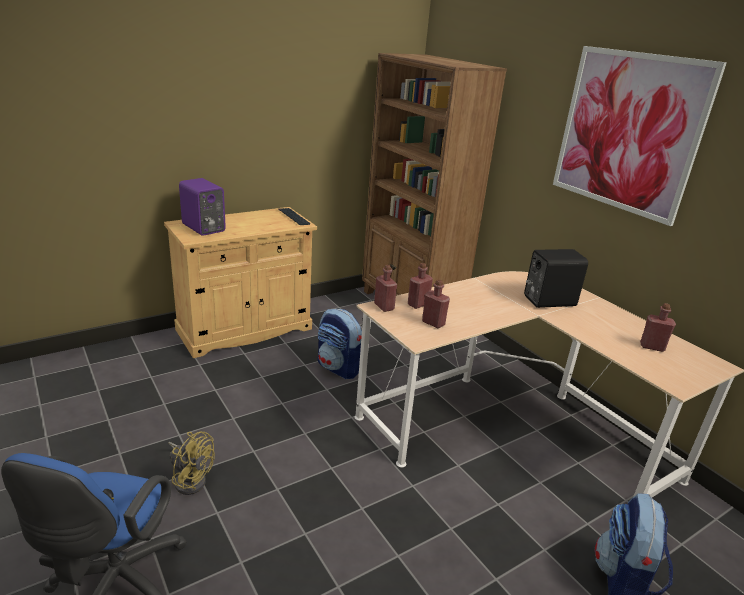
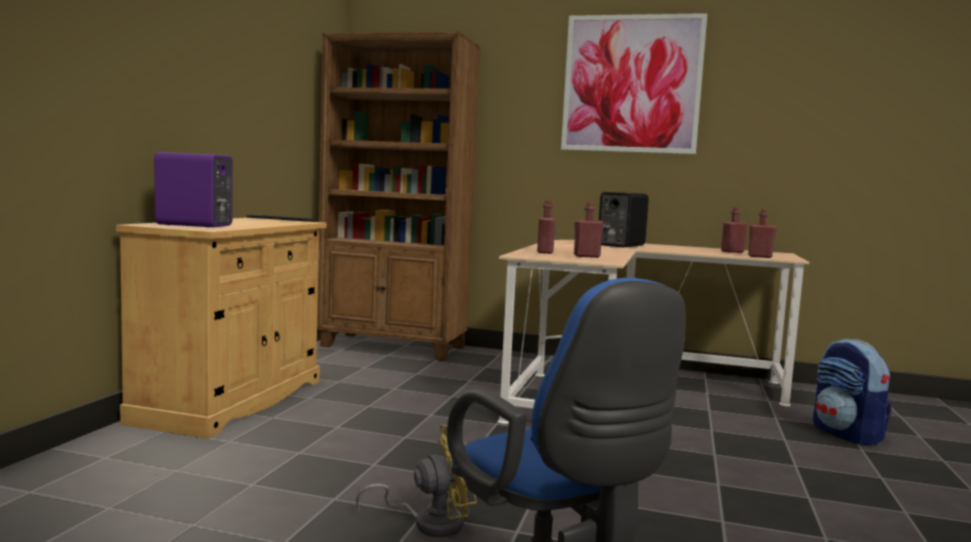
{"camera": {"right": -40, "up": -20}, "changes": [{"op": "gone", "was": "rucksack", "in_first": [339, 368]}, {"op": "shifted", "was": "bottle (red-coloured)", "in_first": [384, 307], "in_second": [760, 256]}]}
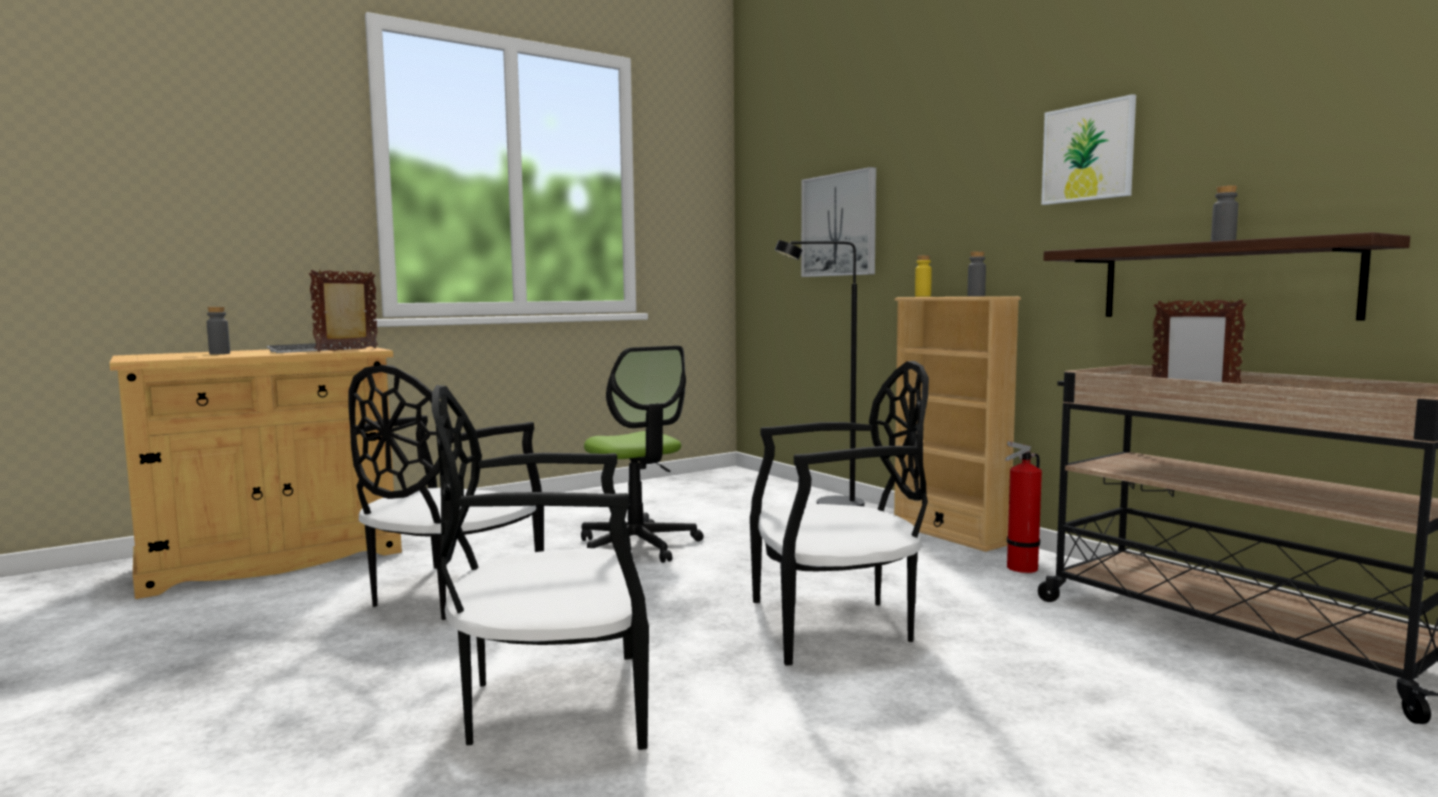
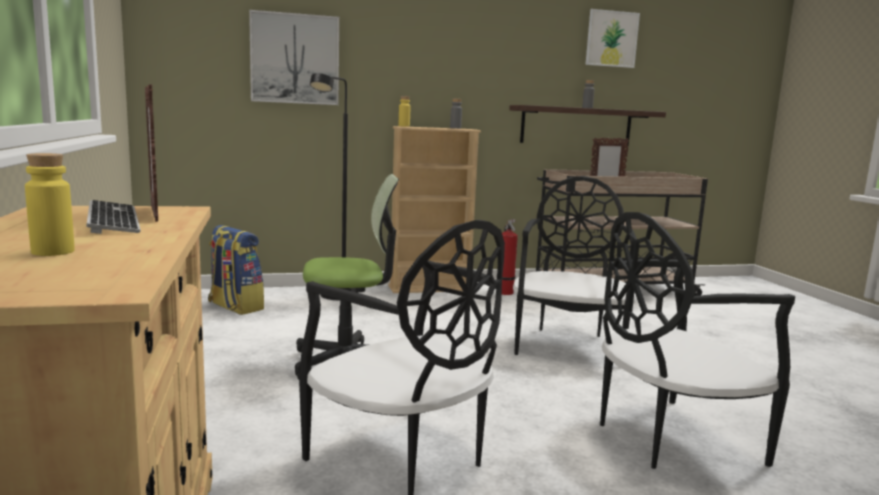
{"camera": {"right": -70, "up": 5}, "changes": [{"op": "repainted", "was": "bottle (grey)", "now": "bottle (yellowish)", "in_first": [219, 353], "in_second": [53, 252]}, {"op": "rotated", "was": "upright chair (black-coloured)", "in_first": [553, 705], "in_second": [669, 437], "clockwise": 60}, {"op": "shifted", "was": "picture", "in_first": [1088, 152], "in_second": [611, 39]}, {"op": "new", "now": "rucksack", "in_second": [235, 307]}]}
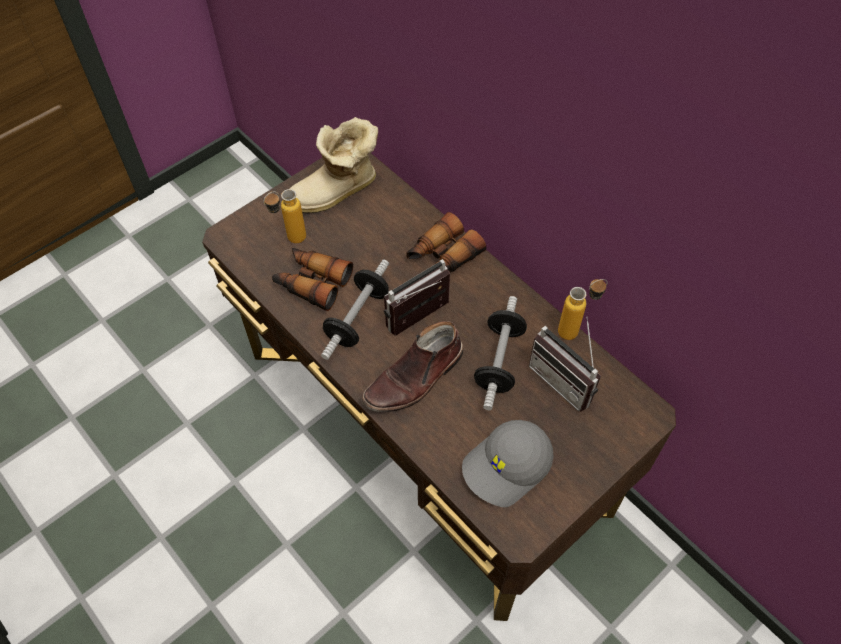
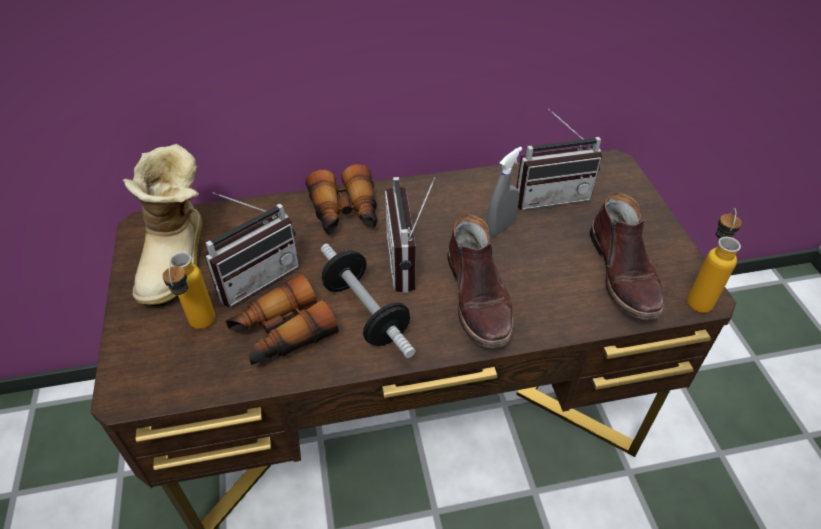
{"camera": {"right": -60, "up": -10}, "changes": [{"op": "swapped", "was": "peaked cap (grey)", "now": "tall boot (brown)", "in_first": [507, 467], "in_second": [624, 274]}, {"op": "swapped", "was": "hand weight", "now": "spray bottle (grey)", "in_first": [499, 361], "in_second": [500, 228]}, {"op": "shifted", "was": "bottle", "in_first": [575, 330], "in_second": [699, 296]}, {"op": "new", "now": "radio", "in_second": [255, 276]}]}
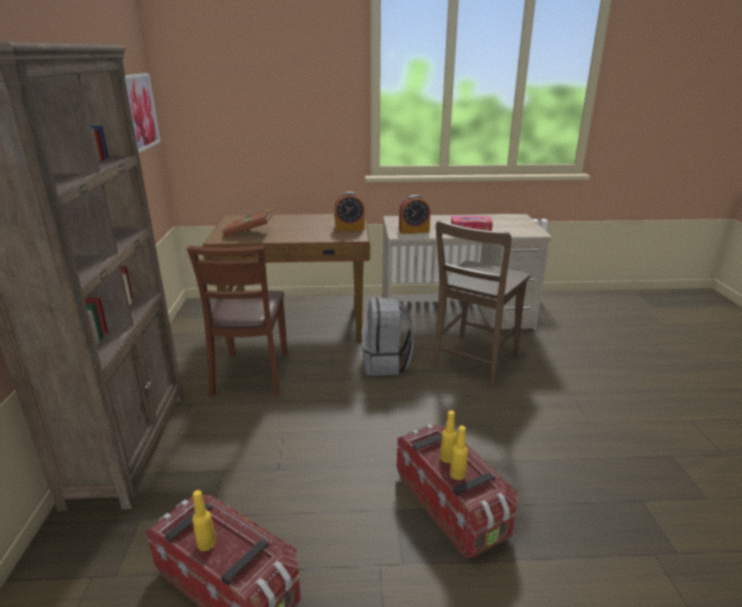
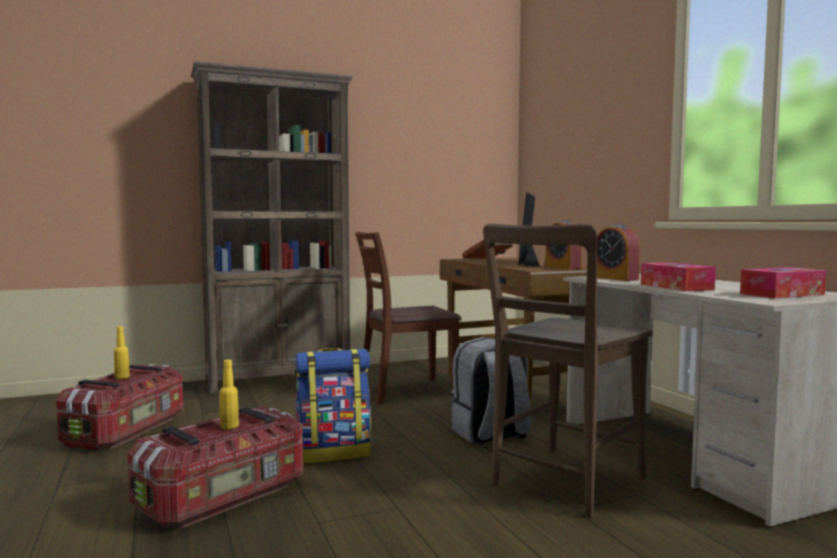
{"camera": {"right": 70, "up": -20}, "changes": [{"op": "gone", "was": "picture", "in_first": [140, 111]}, {"op": "rotated", "was": "upright chair (brown)", "in_first": [473, 362], "in_second": [563, 483], "clockwise": -60}, {"op": "gone", "was": "bottle (yellowish)", "in_first": [457, 475]}, {"op": "new", "now": "rucksack", "in_second": [333, 452]}, {"op": "new", "now": "computer screen", "in_second": [530, 262]}, {"op": "new", "now": "tissue holder", "in_second": [782, 294]}]}
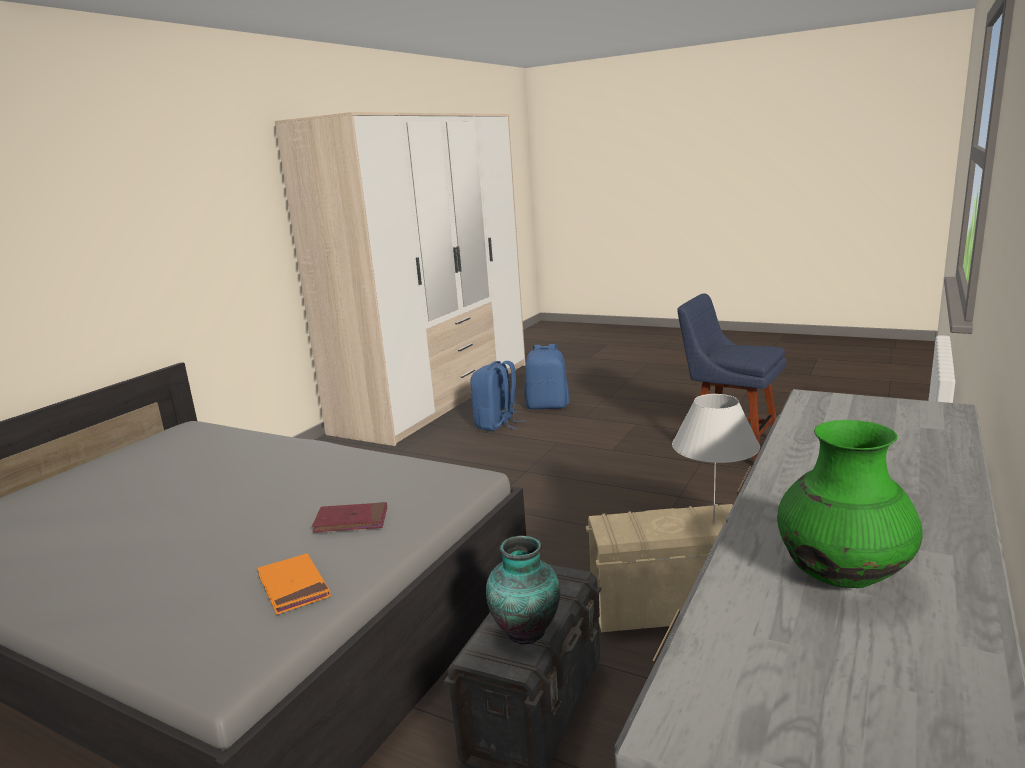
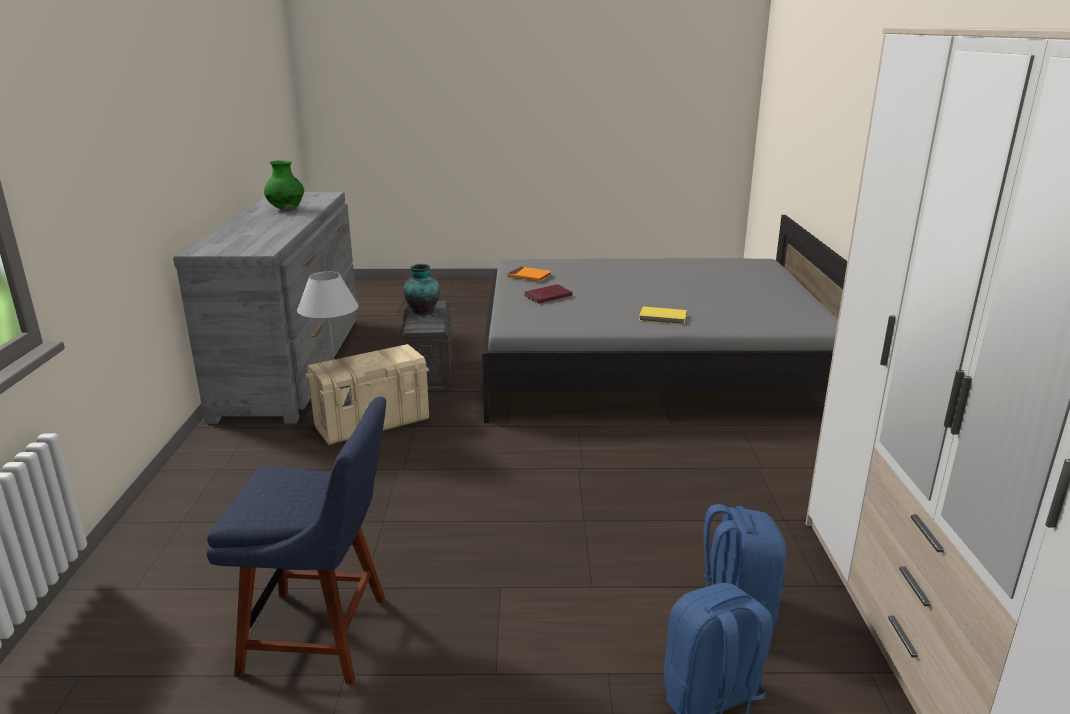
{"camera": {"right": 150, "up": 5}, "changes": [{"op": "new", "now": "bound book (yellowish)", "in_second": [663, 317]}]}
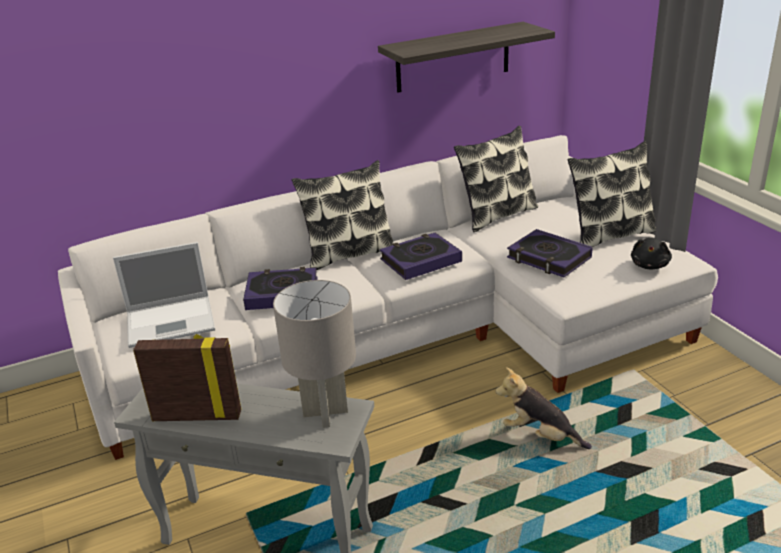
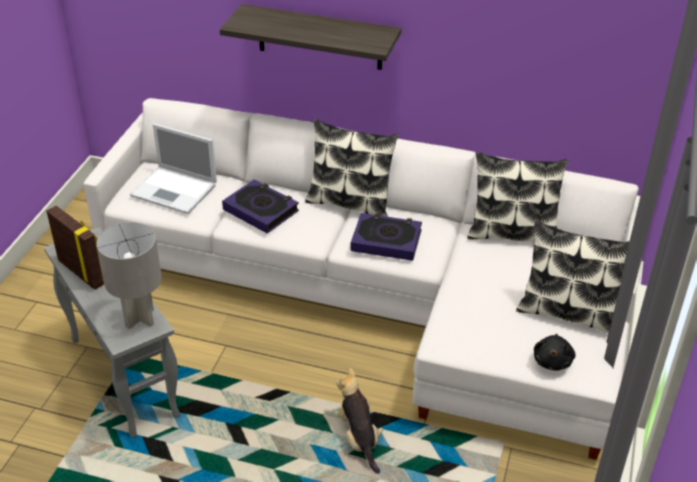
{"camera": {"right": 40, "up": 10}, "changes": [{"op": "shifted", "was": "bracket shelf", "in_first": [453, 57], "in_second": [320, 37]}, {"op": "gone", "was": "bound book", "in_first": [548, 258]}, {"op": "rotated", "was": "cuddly toy (black-coloured)", "in_first": [650, 265], "in_second": [552, 360], "clockwise": -45}]}
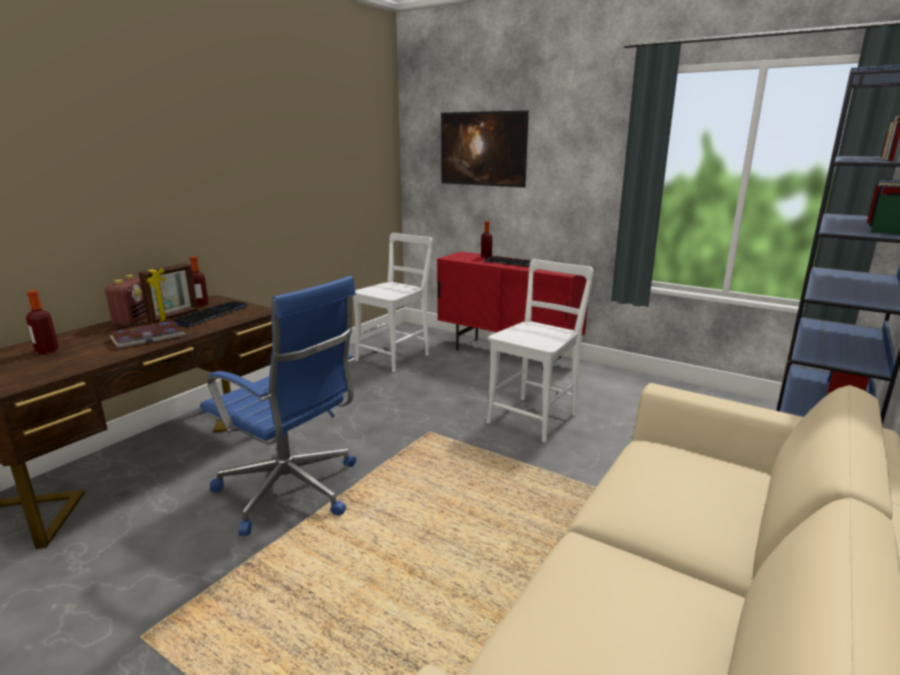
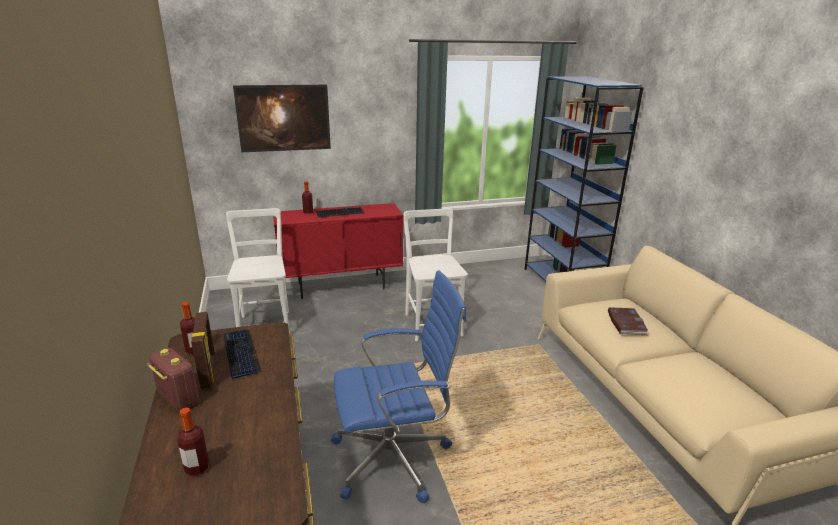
{"camera": {"right": -50, "up": 5}, "changes": [{"op": "shifted", "was": "bound book", "in_first": [148, 337], "in_second": [626, 323]}]}
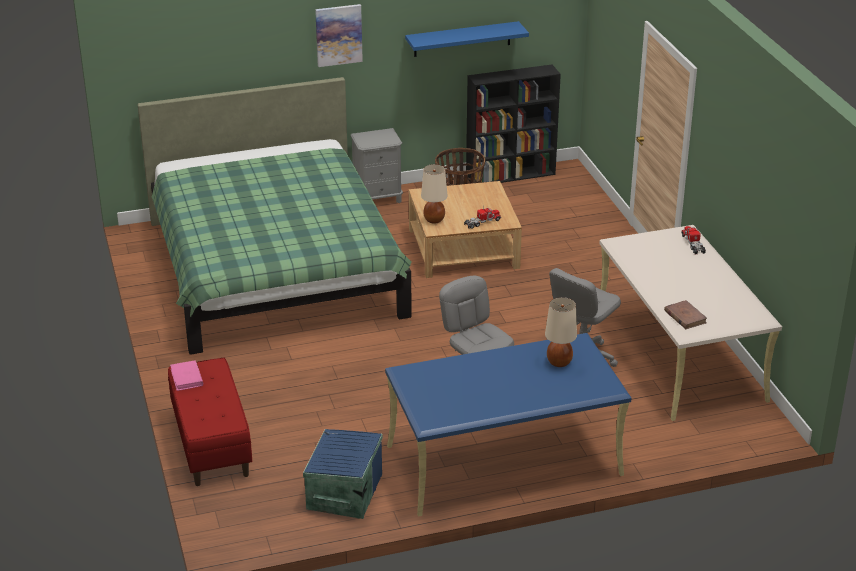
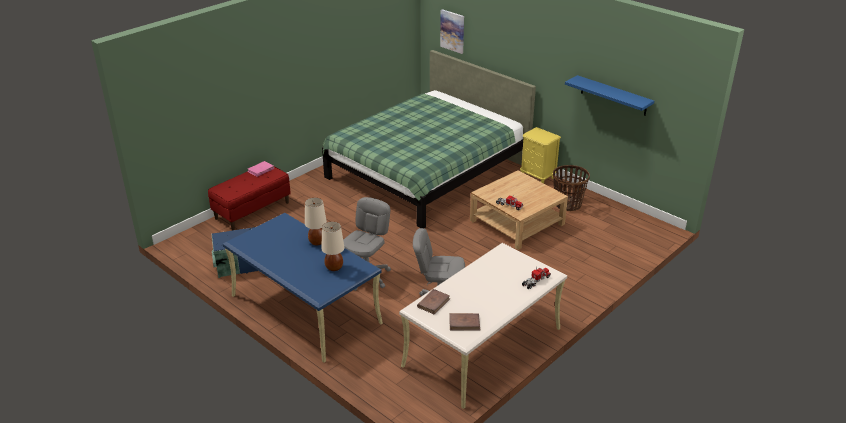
{"camera": {"right": 60, "up": 0}, "changes": [{"op": "shifted", "was": "picture", "in_first": [338, 35], "in_second": [452, 31]}, {"op": "repainted", "was": "bedside table (grey)", "now": "bedside table (yellowish)", "in_first": [378, 198], "in_second": [537, 176]}, {"op": "shifted", "was": "table lamp (beige-coloured)", "in_first": [434, 220], "in_second": [317, 242]}, {"op": "gone", "was": "bookshelf (black-coloured)", "in_first": [511, 175]}, {"op": "new", "now": "bound book (brown)", "in_second": [464, 323]}]}
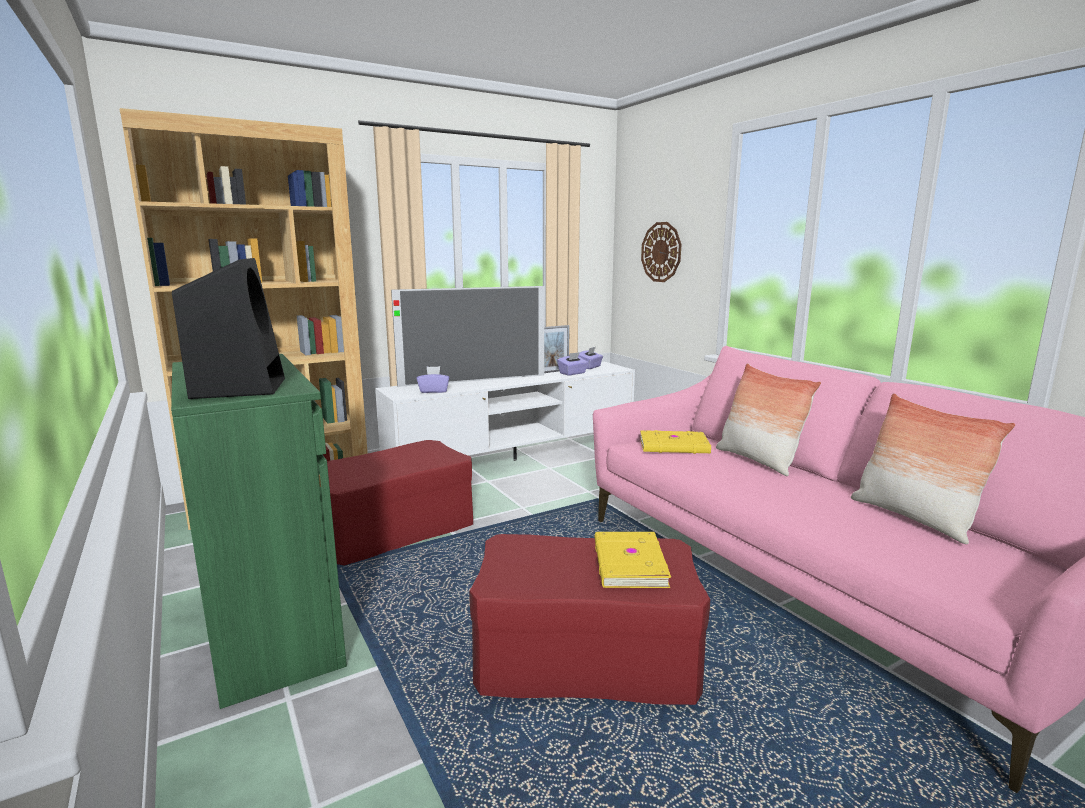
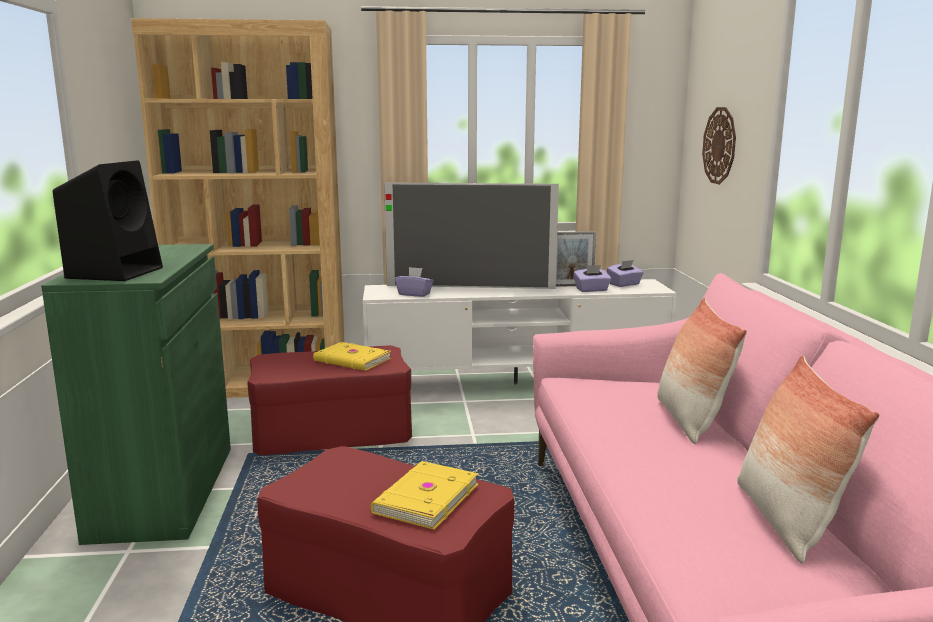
{"camera": {"right": 25, "up": 0}, "changes": [{"op": "shifted", "was": "bound book (yellowish)", "in_first": [674, 446], "in_second": [352, 360]}]}
